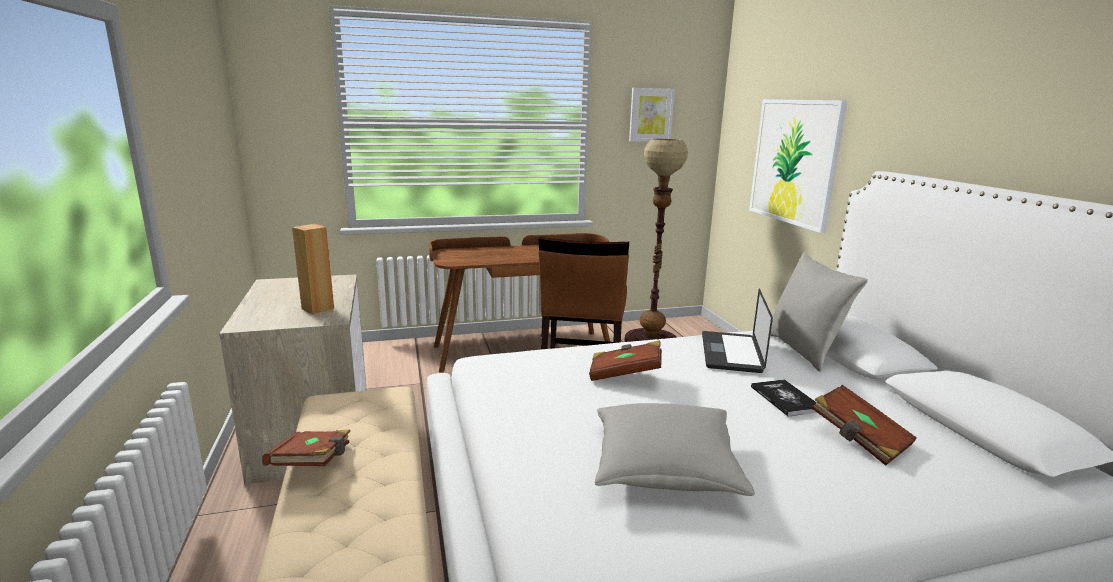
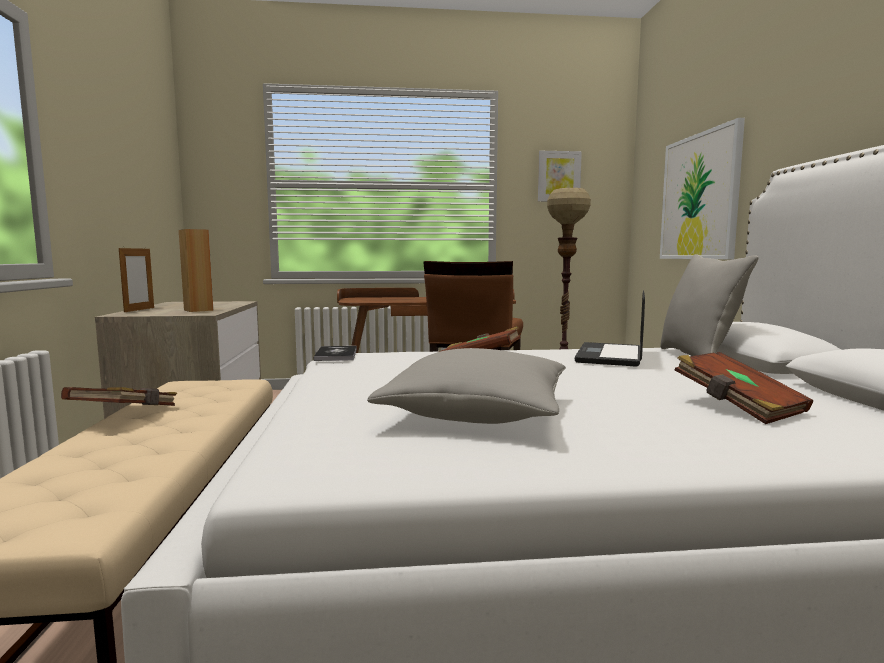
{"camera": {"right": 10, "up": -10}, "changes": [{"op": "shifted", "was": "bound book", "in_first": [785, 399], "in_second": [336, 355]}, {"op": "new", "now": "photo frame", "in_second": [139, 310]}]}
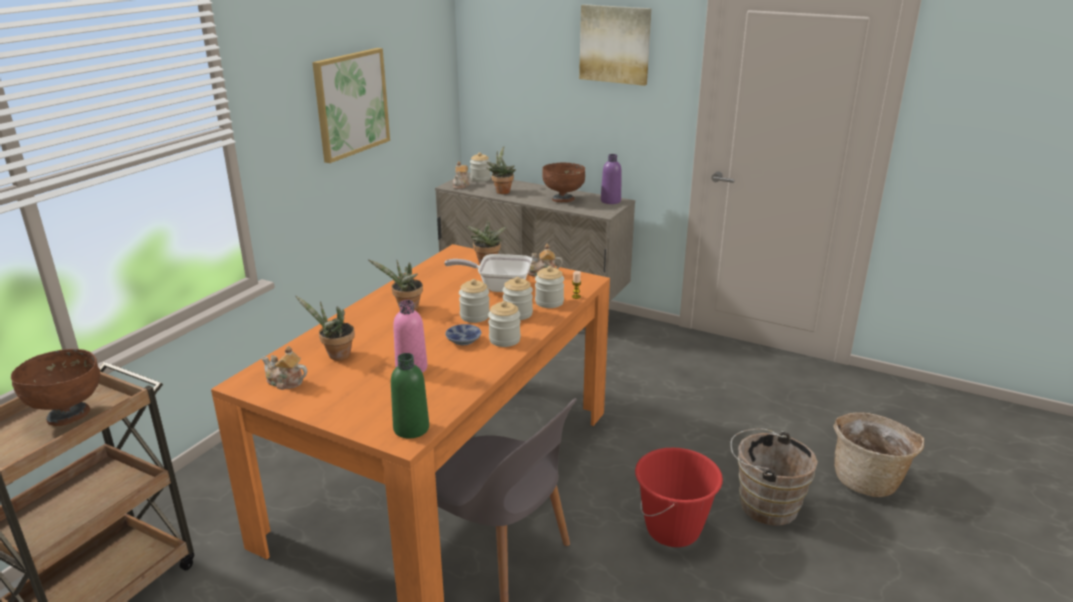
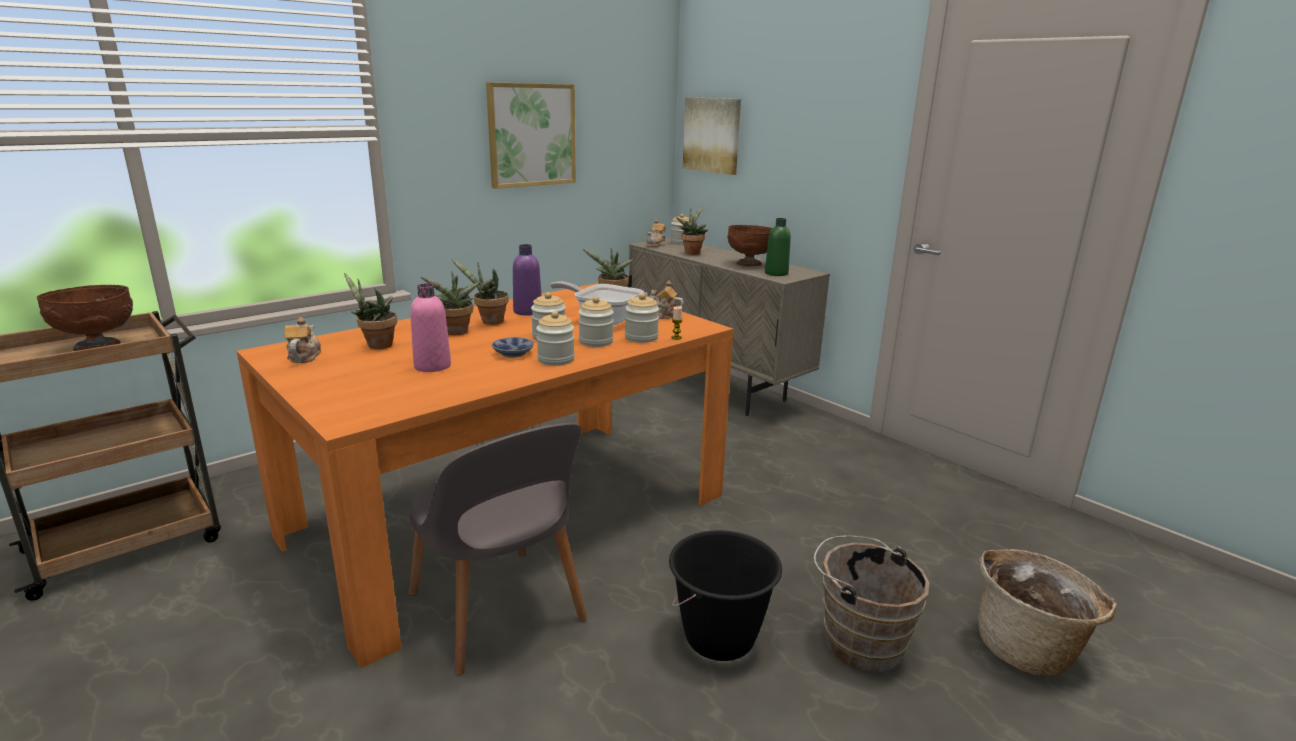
{"camera": {"right": 20, "up": -5}, "changes": [{"op": "rotated", "was": "pot for tea", "in_first": [285, 382], "in_second": [304, 357], "clockwise": 45}, {"op": "shifted", "was": "bottle (greenish)", "in_first": [411, 428], "in_second": [776, 273]}, {"op": "shifted", "was": "picture", "in_first": [615, 44], "in_second": [712, 135]}, {"op": "shifted", "was": "bottle (purplish)", "in_first": [610, 201], "in_second": [527, 311]}, {"op": "repainted", "was": "bucket (red-coloured)", "now": "bucket (black-coloured)", "in_first": [673, 530], "in_second": [720, 638]}, {"op": "new", "now": "potted plant", "in_second": [455, 333]}]}
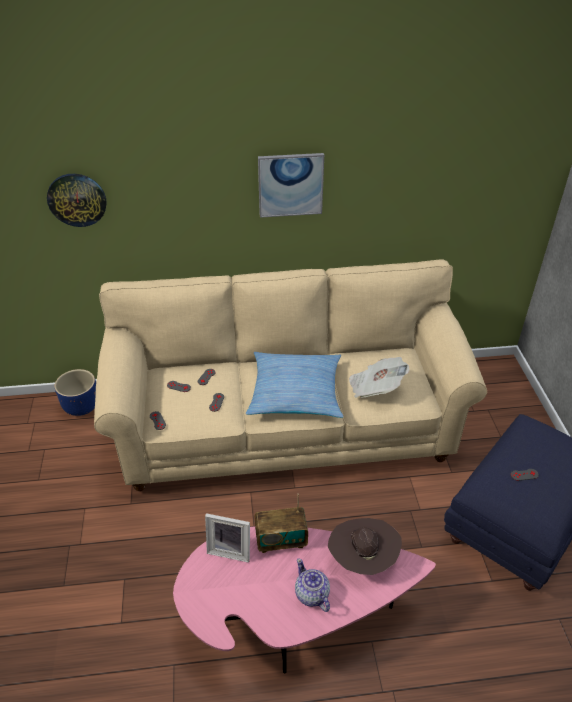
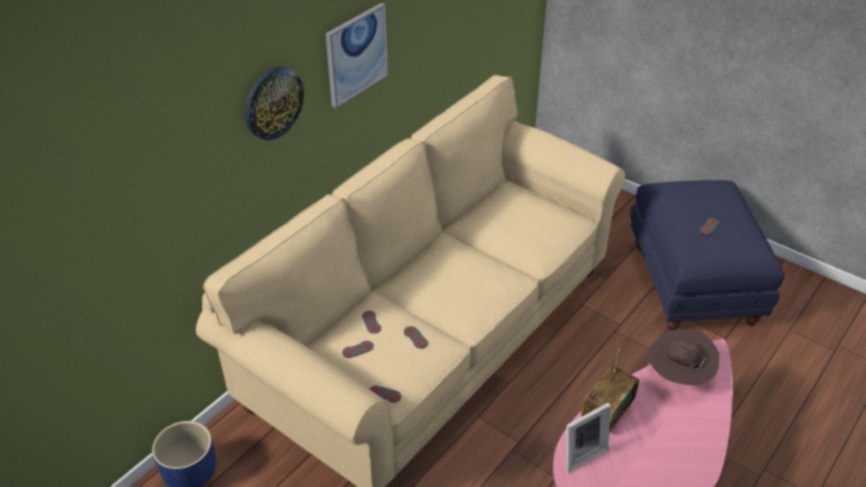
{"camera": {"right": -45, "up": 0}, "changes": [{"op": "shifted", "was": "wall clock", "in_first": [77, 199], "in_second": [273, 102]}, {"op": "gone", "was": "pillow", "in_first": [295, 392]}, {"op": "gone", "was": "pot for tea", "in_first": [312, 595]}, {"op": "gone", "was": "newspaper", "in_first": [375, 388]}]}
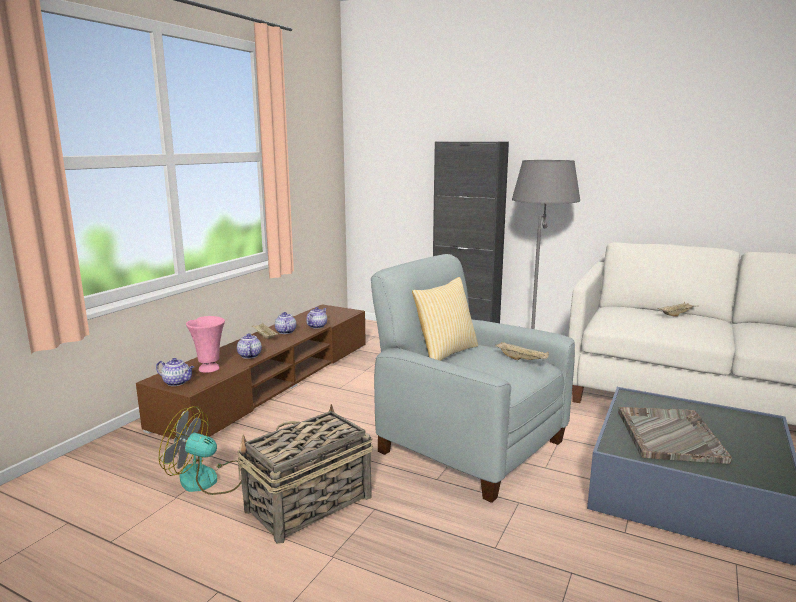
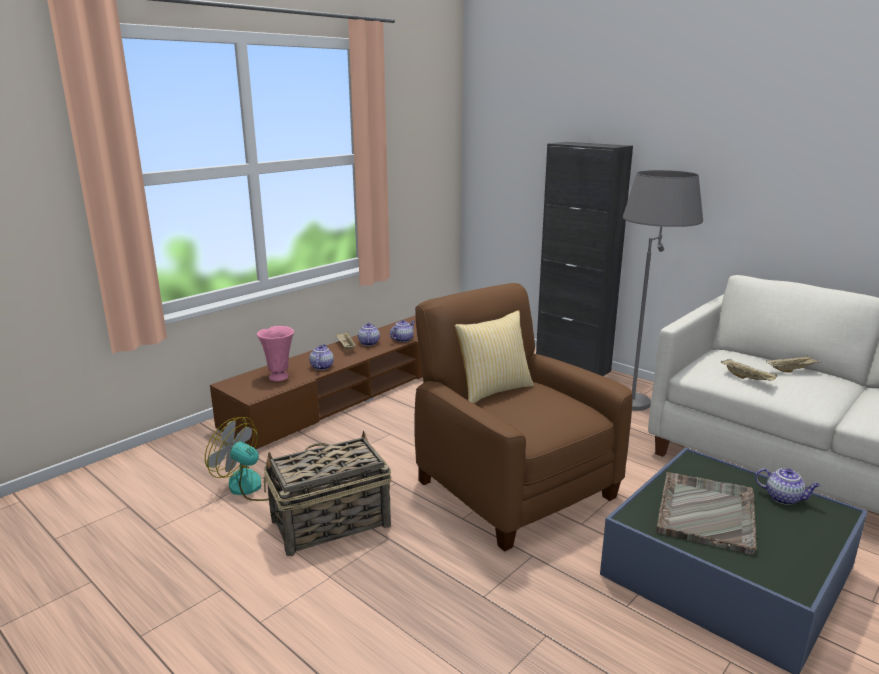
{"camera": {"right": 15, "up": 5}, "changes": [{"op": "shifted", "was": "pot for tea", "in_first": [177, 382], "in_second": [784, 498]}, {"op": "repainted", "was": "easy chair (grey)", "now": "easy chair (brown)", "in_first": [468, 445], "in_second": [513, 487]}, {"op": "shifted", "was": "carrying tray (beige-coloured)", "in_first": [522, 360], "in_second": [748, 379]}]}
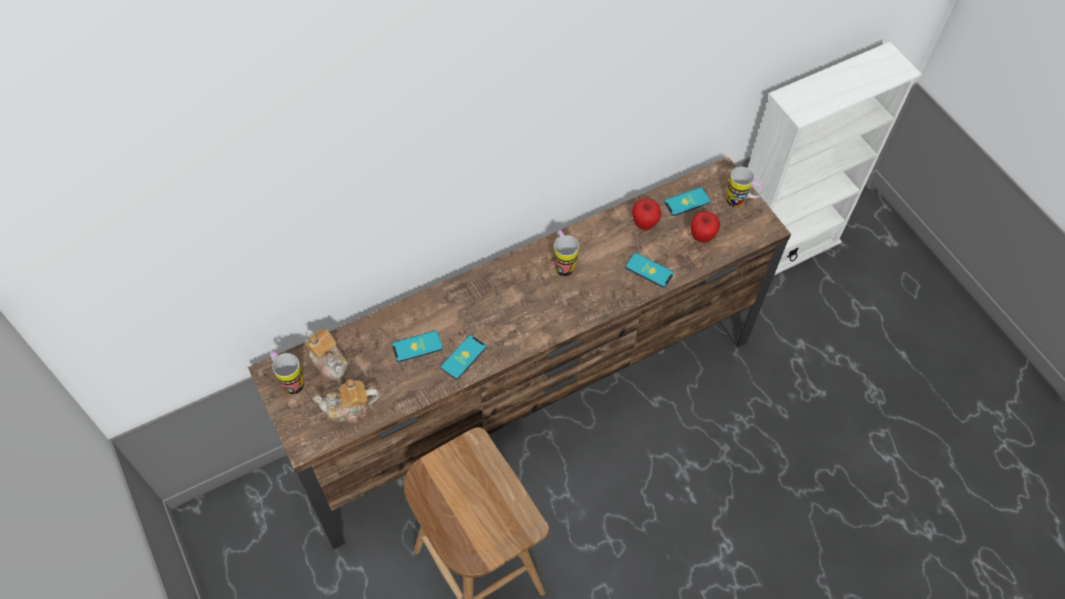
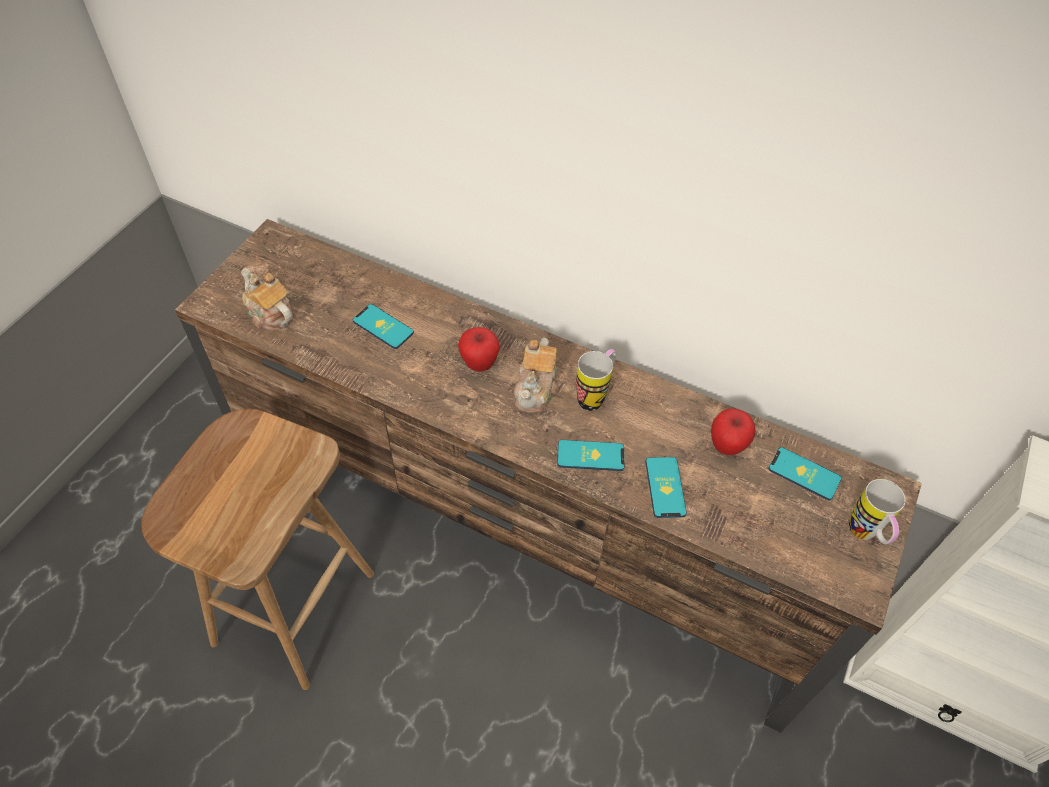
{"camera": {"right": 55, "up": -5}, "changes": [{"op": "gone", "was": "tea mug", "in_first": [290, 381]}, {"op": "shifted", "was": "pot for tea", "in_first": [329, 362], "in_second": [536, 389]}, {"op": "shifted", "was": "handset", "in_first": [463, 357], "in_second": [590, 456]}, {"op": "shifted", "was": "apple", "in_first": [701, 236], "in_second": [479, 363]}]}
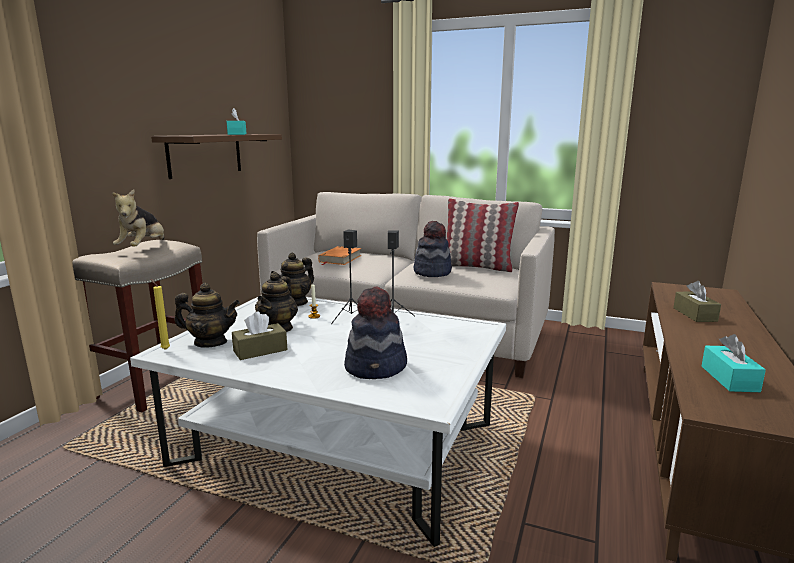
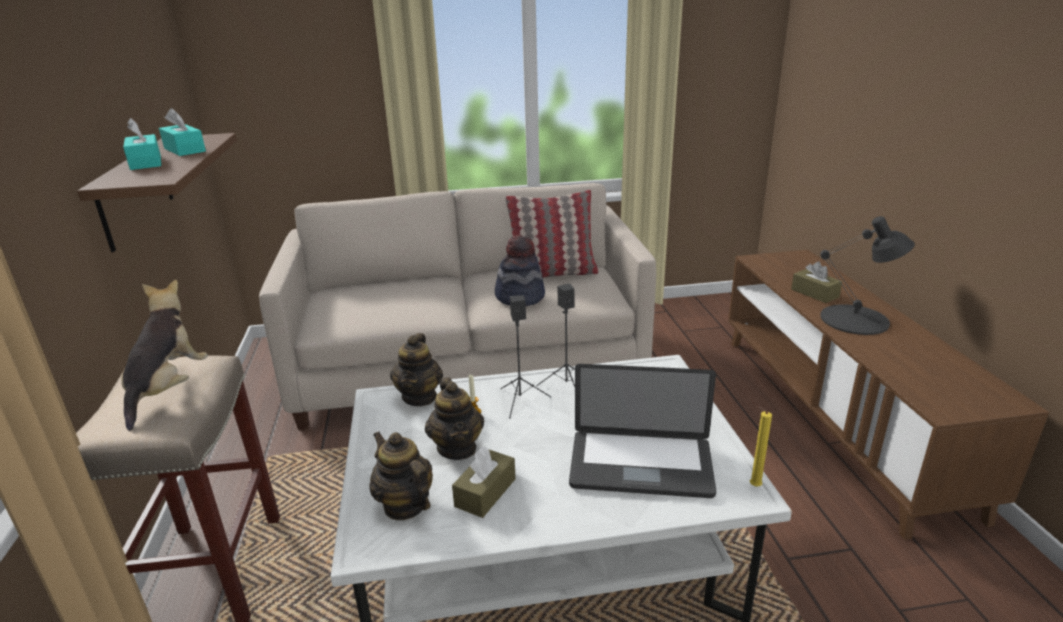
{"camera": {"right": -30, "up": 10}, "changes": [{"op": "rotated", "was": "cuddly toy", "in_first": [143, 248], "in_second": [168, 389], "clockwise": -150}, {"op": "shifted", "was": "wax light (yellowish)", "in_first": [164, 349], "in_second": [753, 486]}, {"op": "rotated", "was": "pot for tea", "in_first": [210, 342], "in_second": [405, 505], "clockwise": -105}, {"op": "gone", "was": "bound book (orange-coloured)", "in_first": [340, 259]}, {"op": "swapped", "was": "hat", "now": "laptop", "in_first": [376, 367], "in_second": [640, 465]}, {"op": "shifted", "was": "tissue holder (turquoise-coloured)", "in_first": [729, 379], "in_second": [146, 162]}, {"op": "new", "now": "table lamp (black-coloured)", "in_second": [855, 320]}]}
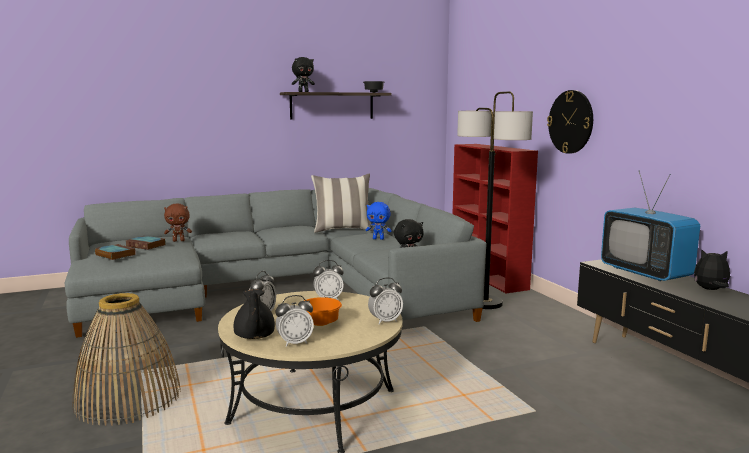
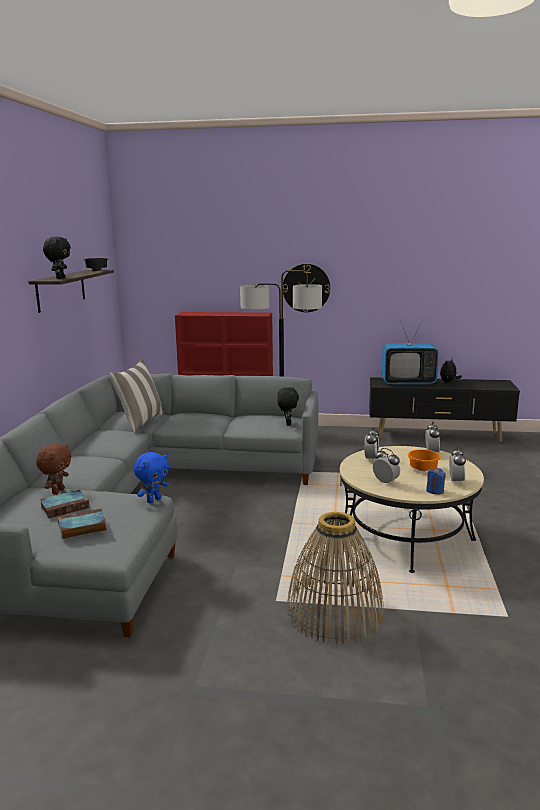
{"camera": {"right": -60, "up": 5}, "changes": [{"op": "swapped", "was": "pot for tea (black-coloured)", "now": "wax light (blue-coloured)", "in_first": [254, 336], "in_second": [435, 491]}, {"op": "shifted", "was": "cuddly toy (blue-coloured)", "in_first": [378, 239], "in_second": [153, 500]}]}
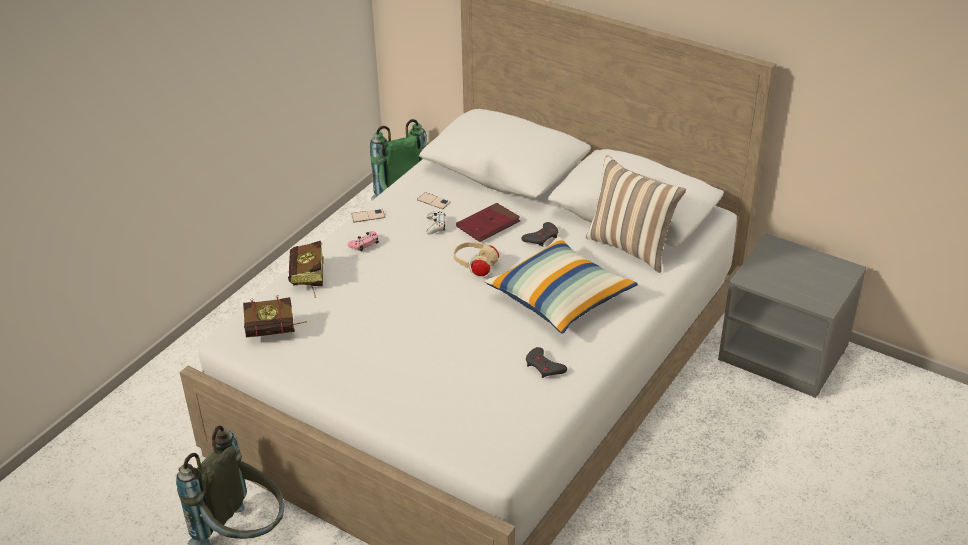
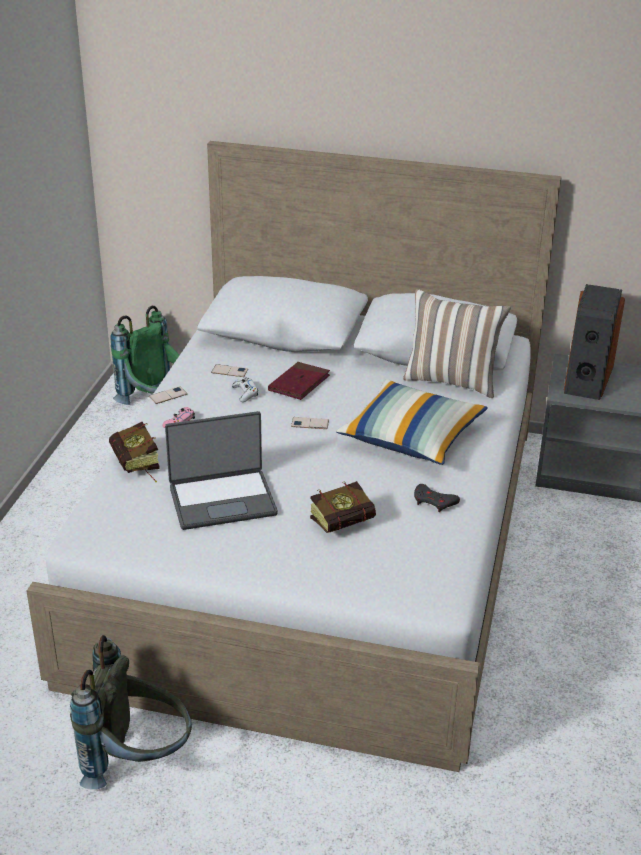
{"camera": {"right": -20, "up": -5}, "changes": [{"op": "shifted", "was": "bound book", "in_first": [277, 331], "in_second": [348, 522]}, {"op": "swapped", "was": "headset (beige-coloured)", "now": "handset", "in_first": [476, 267], "in_second": [310, 423]}, {"op": "gone", "was": "game controller (grey)", "in_first": [541, 237]}, {"op": "new", "now": "laptop", "in_second": [222, 500]}, {"op": "new", "now": "audio speaker", "in_second": [587, 379]}]}
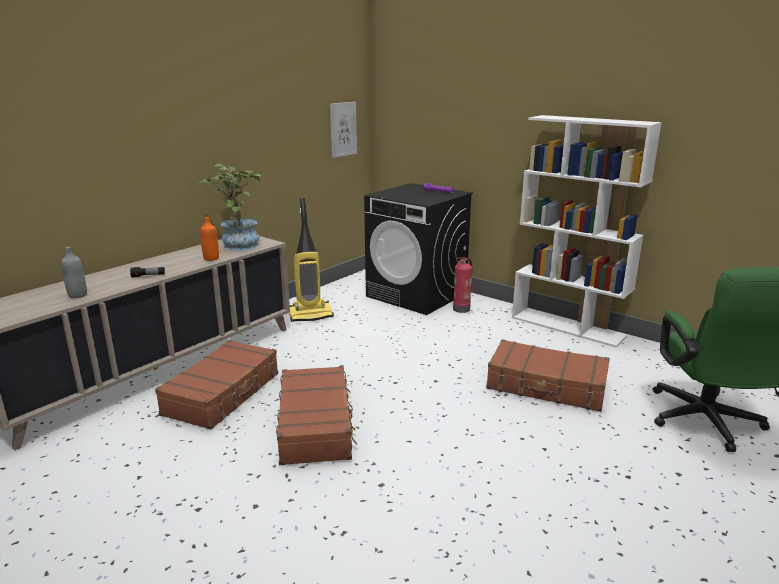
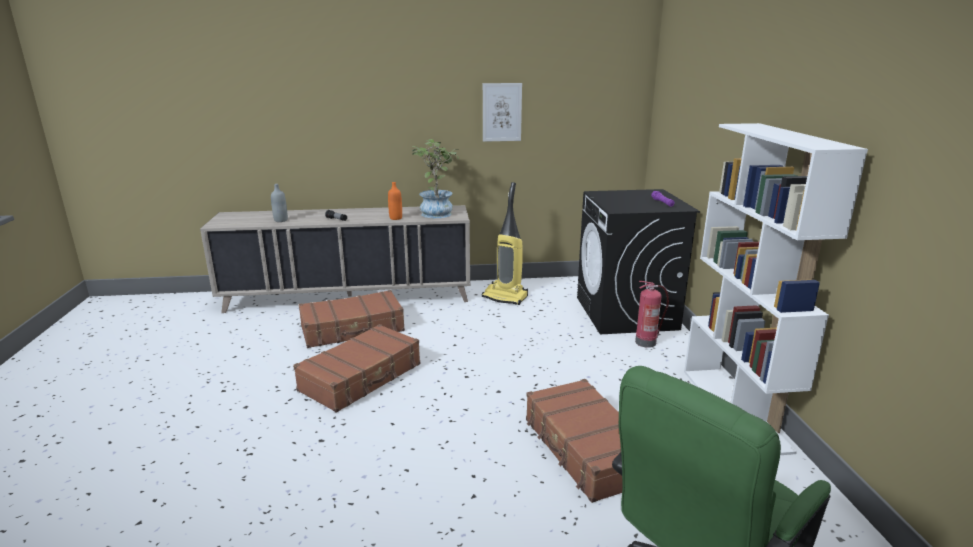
{"camera": {"right": 45, "up": 0}, "changes": [{"op": "shifted", "was": "picture", "in_first": [343, 129], "in_second": [502, 112]}]}
